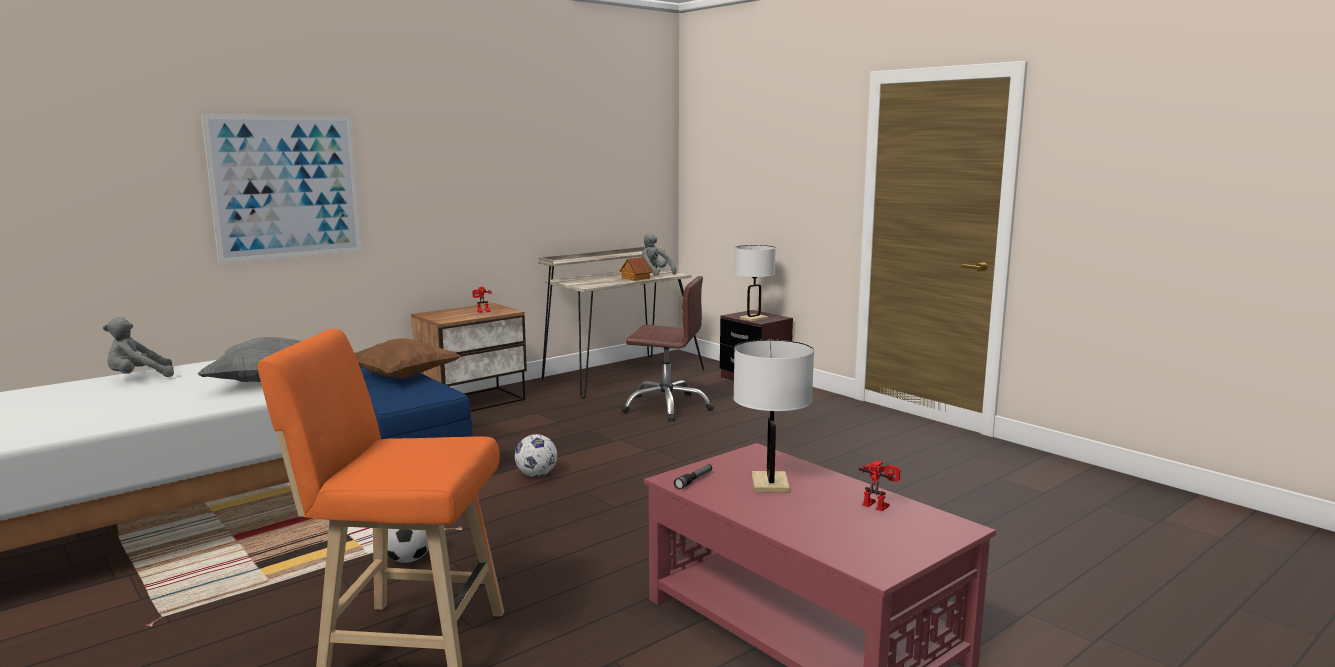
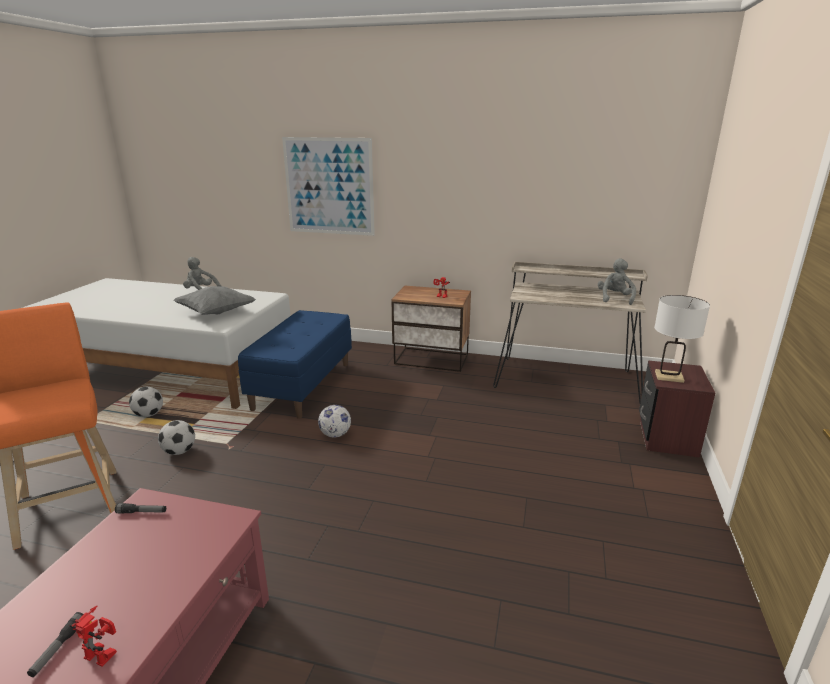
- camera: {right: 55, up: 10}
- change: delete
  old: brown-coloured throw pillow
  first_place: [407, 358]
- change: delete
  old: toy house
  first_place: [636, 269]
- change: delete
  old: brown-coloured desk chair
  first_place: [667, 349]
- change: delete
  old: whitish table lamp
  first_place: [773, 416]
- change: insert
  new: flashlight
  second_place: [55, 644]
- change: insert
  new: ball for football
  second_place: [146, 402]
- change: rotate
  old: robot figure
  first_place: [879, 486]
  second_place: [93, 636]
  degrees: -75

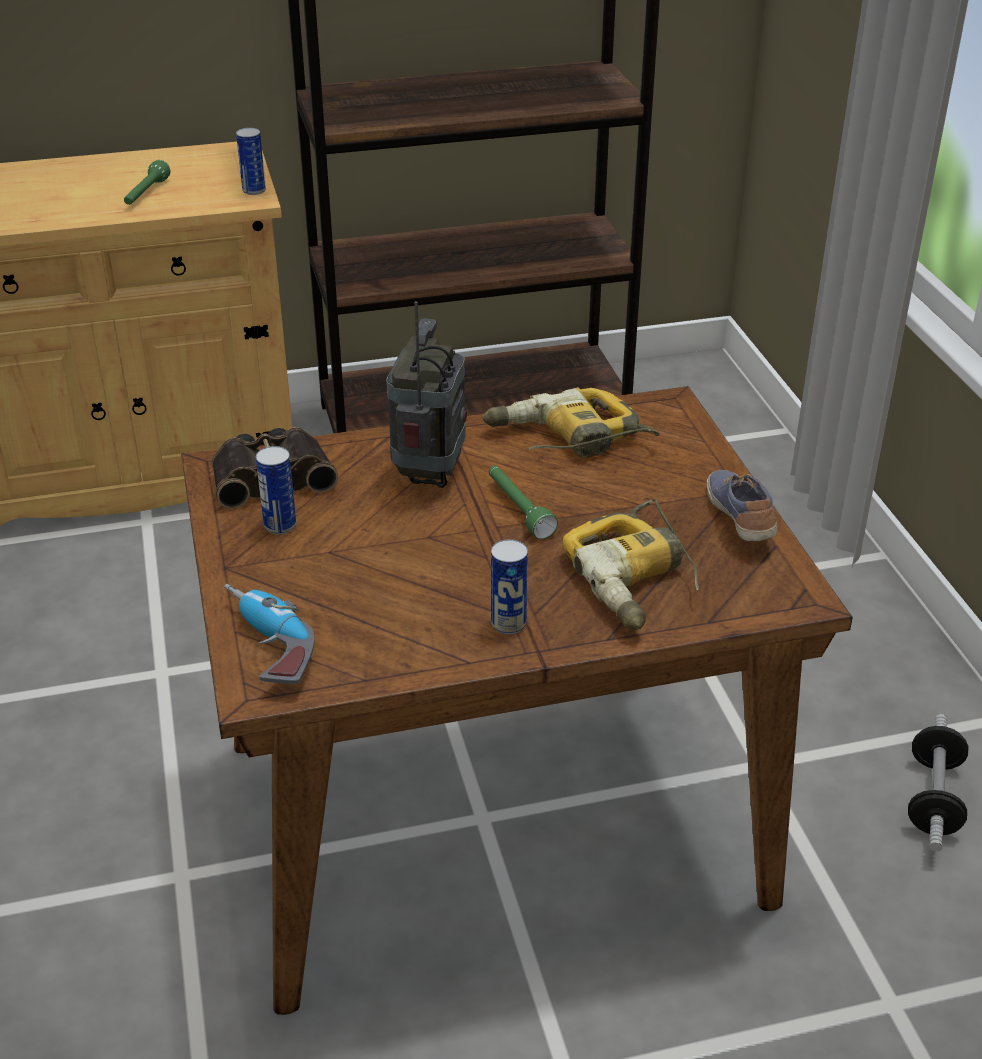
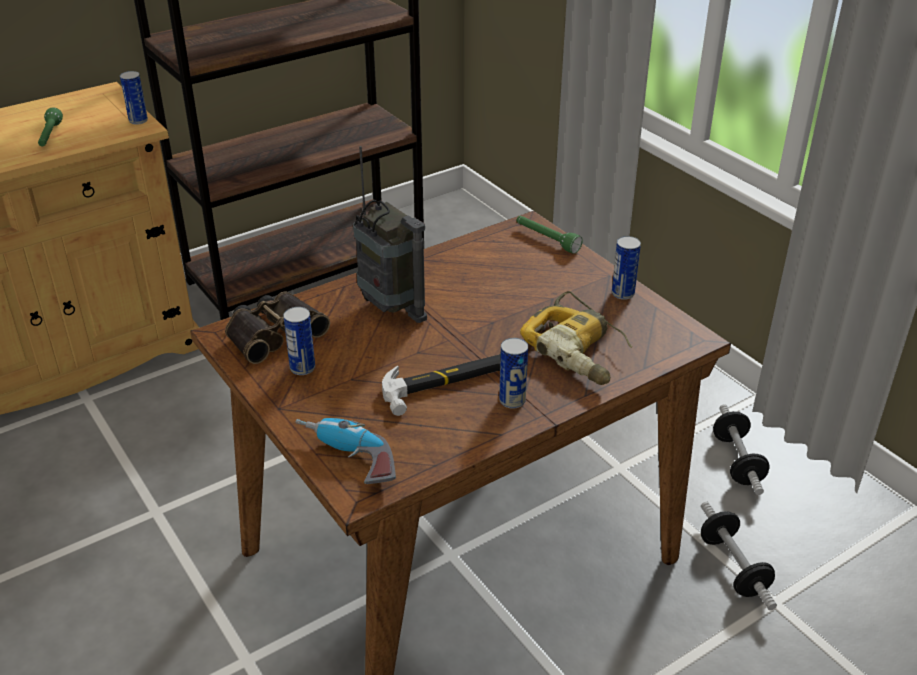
- camera: {right: -20, up: 0}
- change: delete
  old: drill
  first_place: [571, 422]
- change: insert
  new: tool hammer
  second_place: [441, 385]
- change: insert
  new: free weight
  second_place: [739, 556]
- change: move
  old: green-coloured flashlight
  first_place: [523, 502]
  second_place: [550, 235]
- change: replace
  old: item of footwear
  new: sealed can
  first_place: [742, 505]
  second_place: [626, 268]
- change: rotate
  old: radio receiver
  first_place: [426, 394]
  second_place: [390, 234]
  degrees: 150

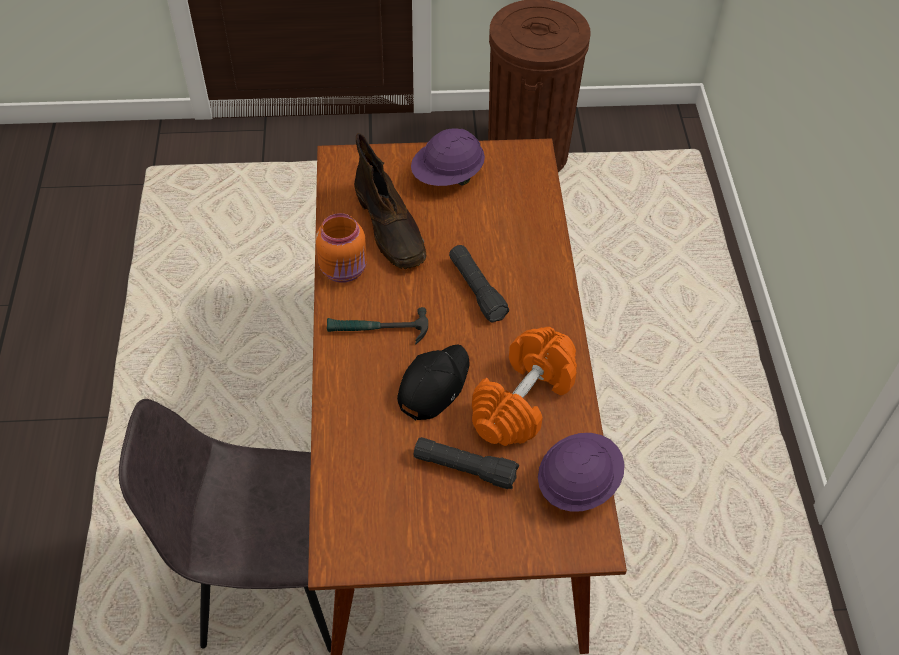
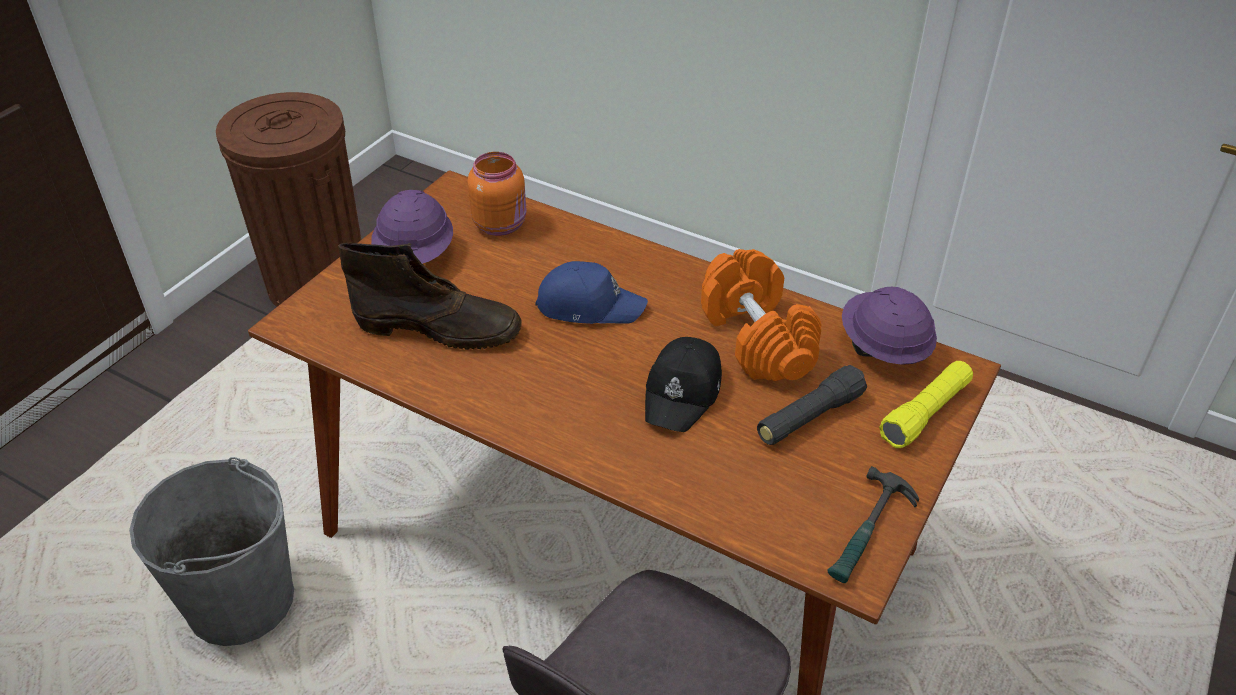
- camera: {right: -55, up: -10}
- change: insert
  new: greyish bucket
  second_place: [211, 551]
- change: insert
  new: yellow flashlight
  second_place: [926, 404]
- change: move
  old: orange jar
  first_place: [341, 248]
  second_place: [496, 194]
- change: move
  old: tool hammer
  first_place: [377, 326]
  second_place: [873, 524]
- change: replace
  old: black flashlight
  new: blue-coloured baseball cap
  first_place: [479, 284]
  second_place: [591, 292]
- change: rotate
  old: black baseball cap
  first_place: [433, 382]
  second_place: [683, 384]
  degrees: -135

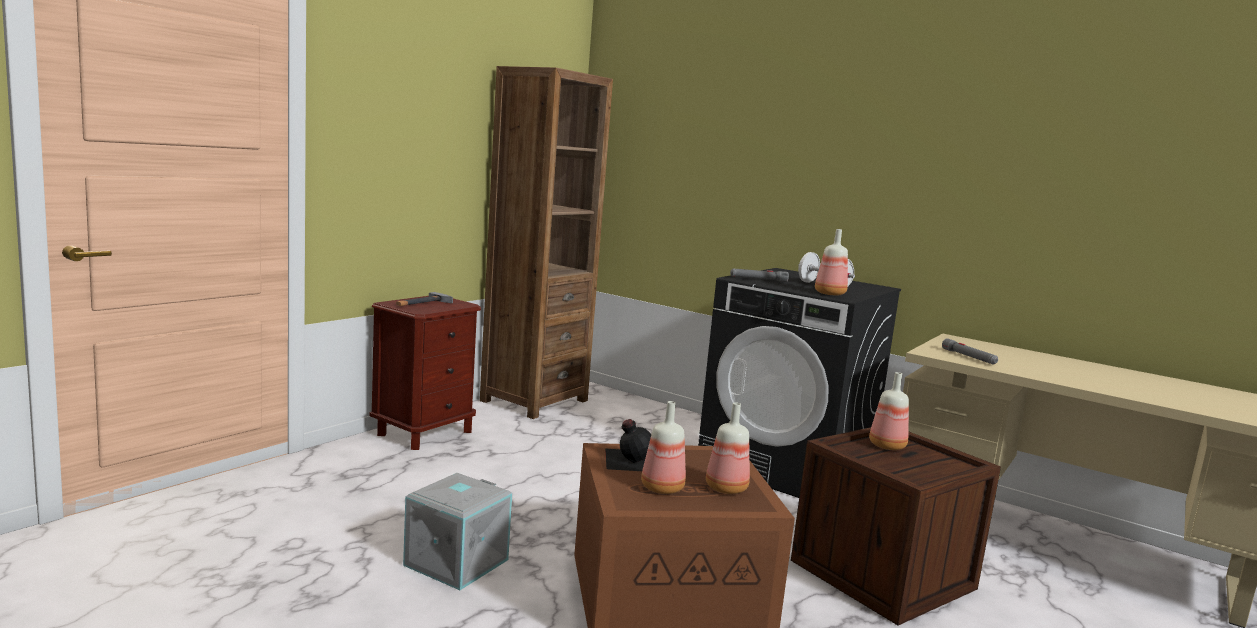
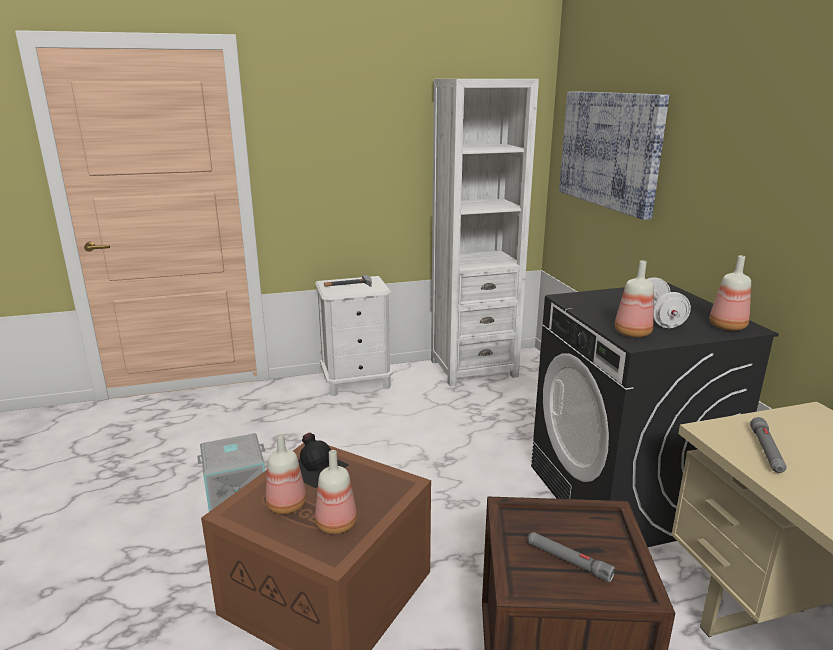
- camera: {right: 40, up: 10}
- change: insert
  new: wall art
  second_place: [614, 155]
- change: move
  old: greyish flashlight
  first_place: [759, 275]
  second_place: [571, 557]
- change: move
  old: bottle
  first_place: [889, 411]
  second_place: [730, 293]
- change: recolor
  old: brown-coloured night table
  new: whitish night table
  first_place: [425, 373]
  second_place: [354, 336]
- change: recolor
  old: brown-coloured shelving unit
  new: whitish shelving unit
  first_place: [546, 242]
  second_place: [485, 232]

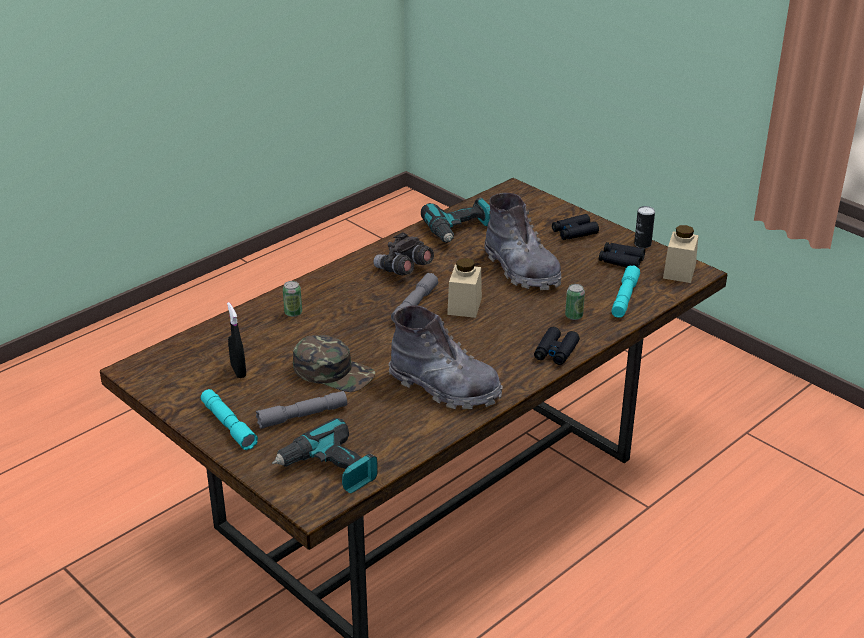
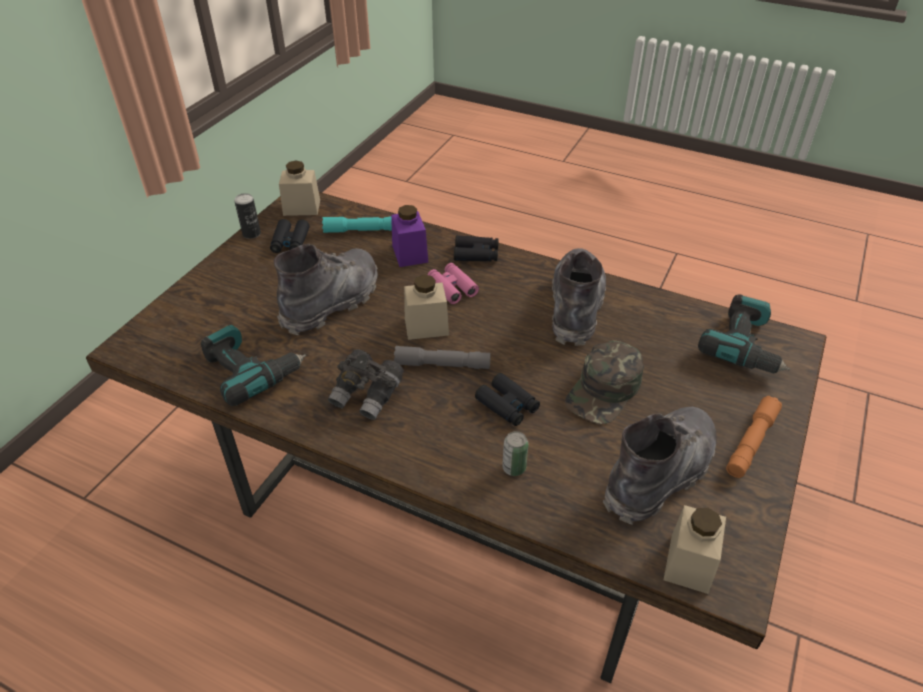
- camera: {right: -110, up: 10}
- change: delete
  old: greyish flashlight
  first_place: [301, 410]
- change: insert
  new: pink-coloured pair of binoculars
  second_place: [453, 283]
- change: insert
  new: sand-coloured jar
  second_place: [695, 549]
- change: move
  old: black pair of binoculars
  first_place: [575, 227]
  second_place: [507, 399]
- change: replace
  old: black sprayer
  new: greyish high-top boot
  first_place: [236, 340]
  second_place: [660, 466]
- change: replace
  old: sealed can
  new: purple jar
  first_place: [575, 302]
  second_place: [409, 236]
- change: recolor
  old: turquoise-coloured flashlight
  new: orange flashlight
  first_place: [229, 419]
  second_place: [754, 437]
- change: rotate
  old: green-coloured baseball cap
  first_place: [334, 363]
  second_place: [604, 382]
  degrees: -150

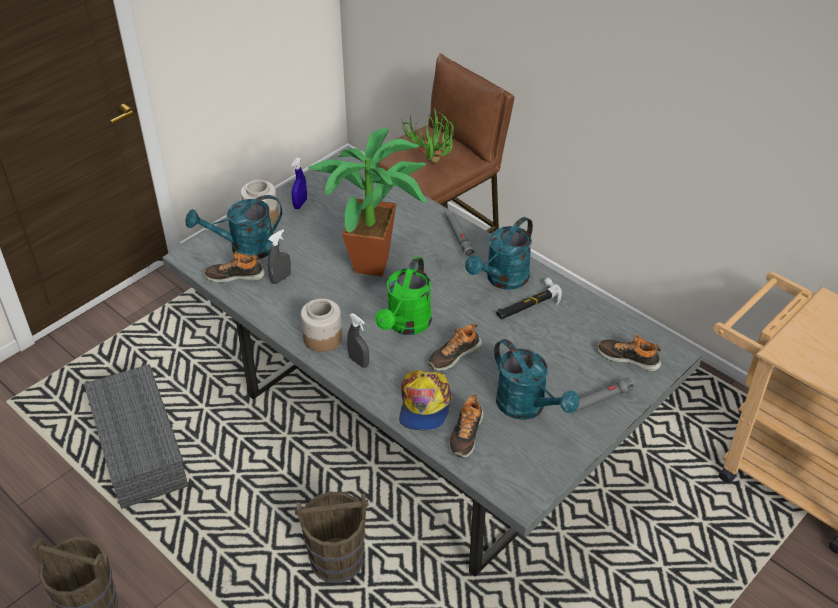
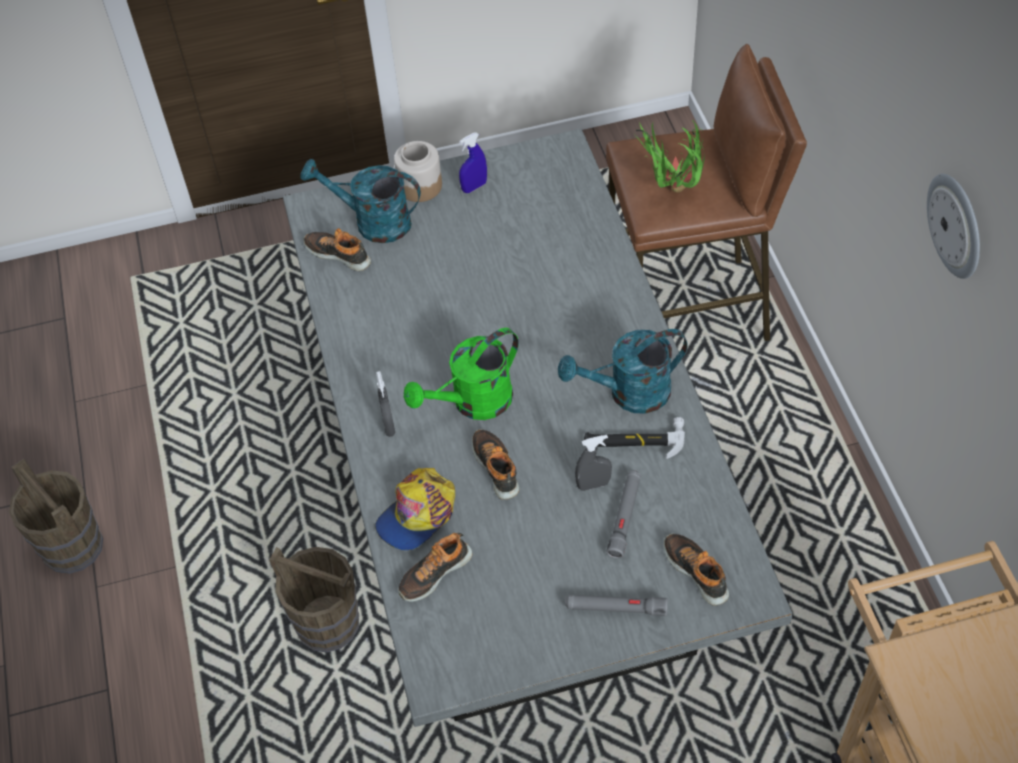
- camera: {right: 35, up: 10}
- change: delete
  old: greyish storage box
  first_place: [136, 436]
- change: delete
  old: jar
  first_place: [321, 325]
- change: delete
  old: potted plant
  first_place: [367, 202]
- change: delete
  old: turquoise-coloured watering can
  first_place: [536, 379]
- change: insert
  new: clock on the wall
  second_place: [953, 226]
- change: move
  old: greyish sprayer
  first_place: [279, 257]
  second_place: [593, 463]
- change: move
  old: greyish flashlight
  first_place: [460, 233]
  second_place: [623, 514]
- change: rotate
  old: item of footwear
  first_place: [455, 347]
  second_place: [495, 464]
  degrees: 75

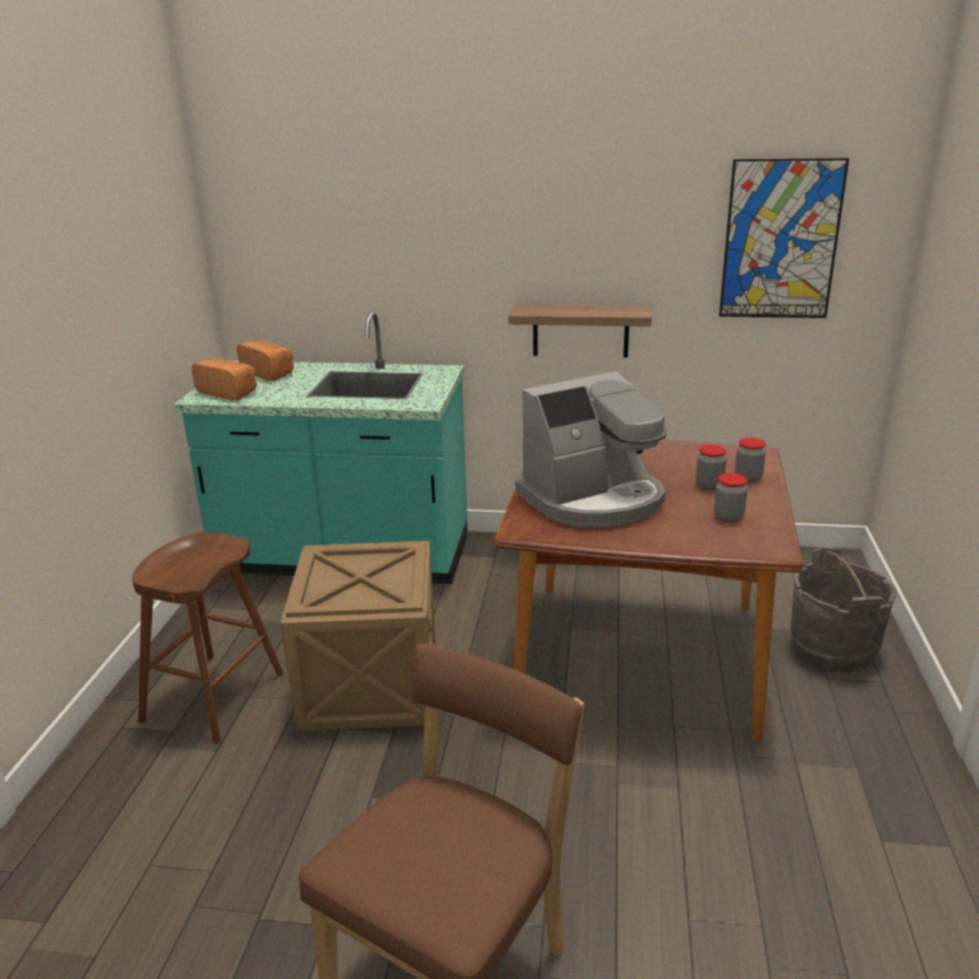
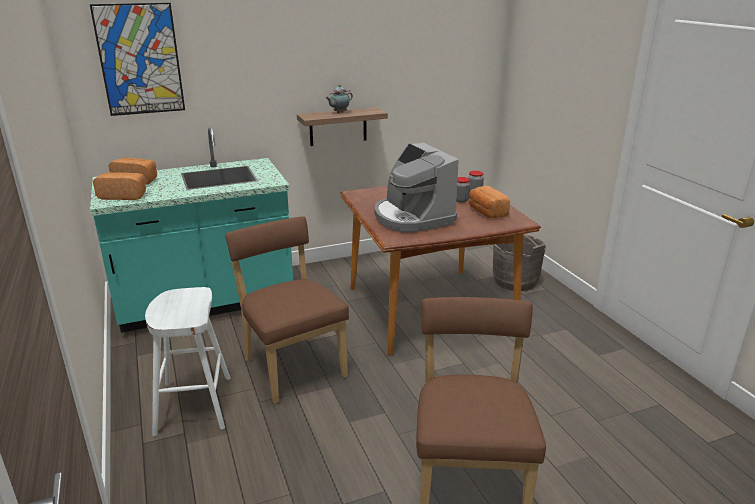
- camera: {right: -30, up: 0}
- change: insert
  new: pot for tea
  second_place: [339, 98]
- change: move
  old: wall art
  first_place: [784, 238]
  second_place: [137, 59]
- change: replace
  old: crate
  new: brown-coloured plain chair
  first_place: [358, 636]
  second_place: [287, 310]
- change: replace
  old: jar
  new: baked bread
  first_place: [731, 497]
  second_place: [489, 201]
- change: recolor
  old: brown-coloured stool
  new: whitish stool
  first_place: [208, 638]
  second_place: [187, 361]
- change: rotate
  old: coffee maker
  first_place: [591, 449]
  second_place: [417, 187]
  degrees: 120

